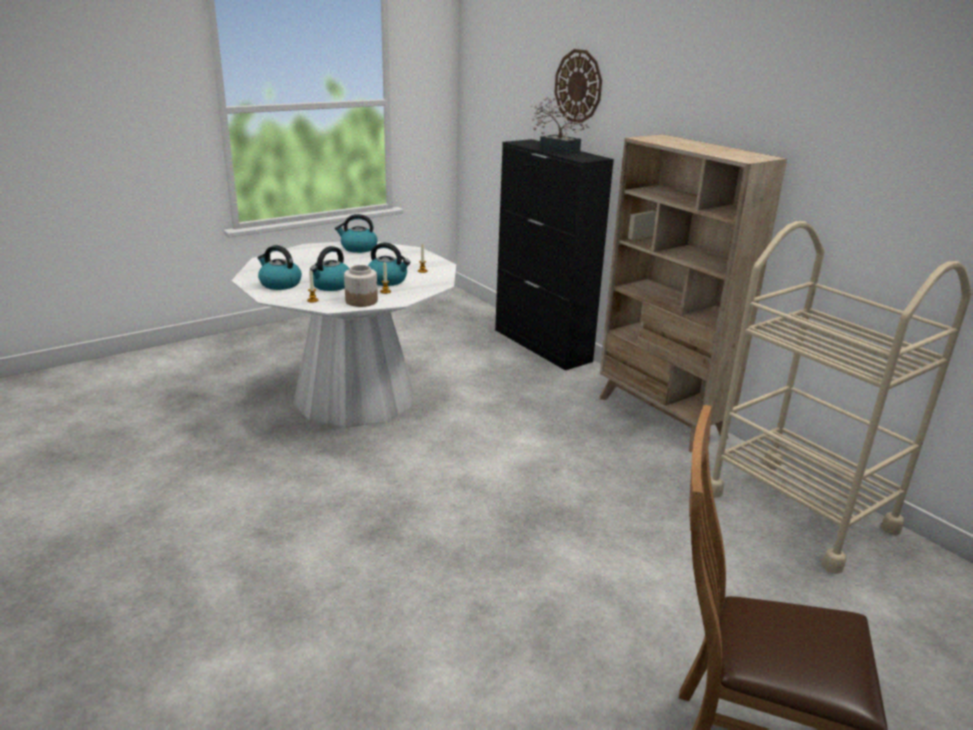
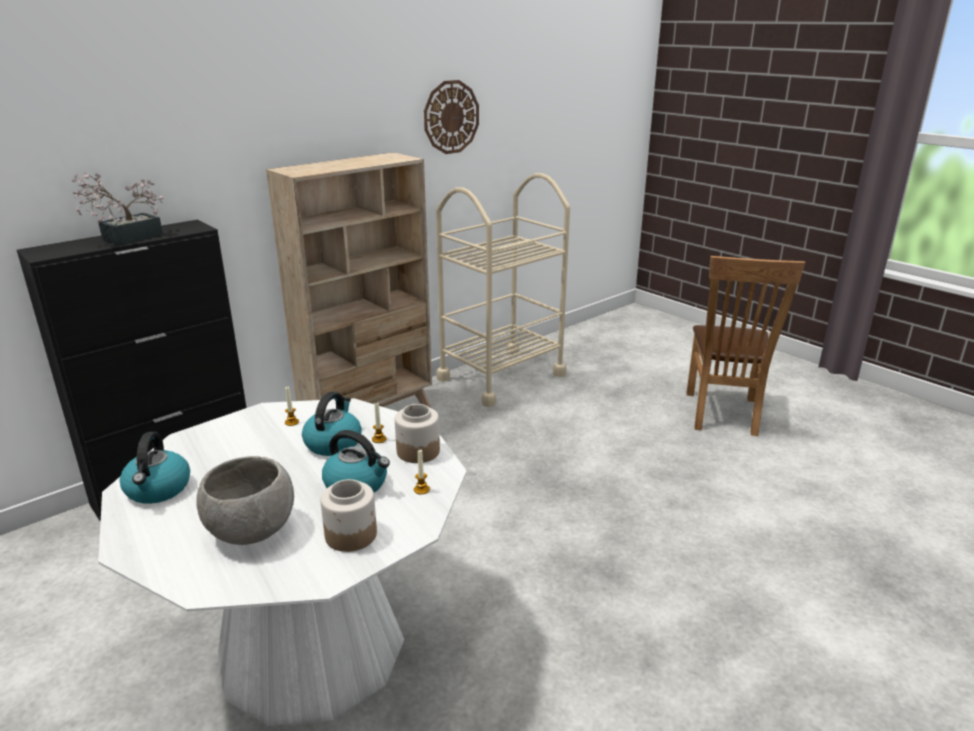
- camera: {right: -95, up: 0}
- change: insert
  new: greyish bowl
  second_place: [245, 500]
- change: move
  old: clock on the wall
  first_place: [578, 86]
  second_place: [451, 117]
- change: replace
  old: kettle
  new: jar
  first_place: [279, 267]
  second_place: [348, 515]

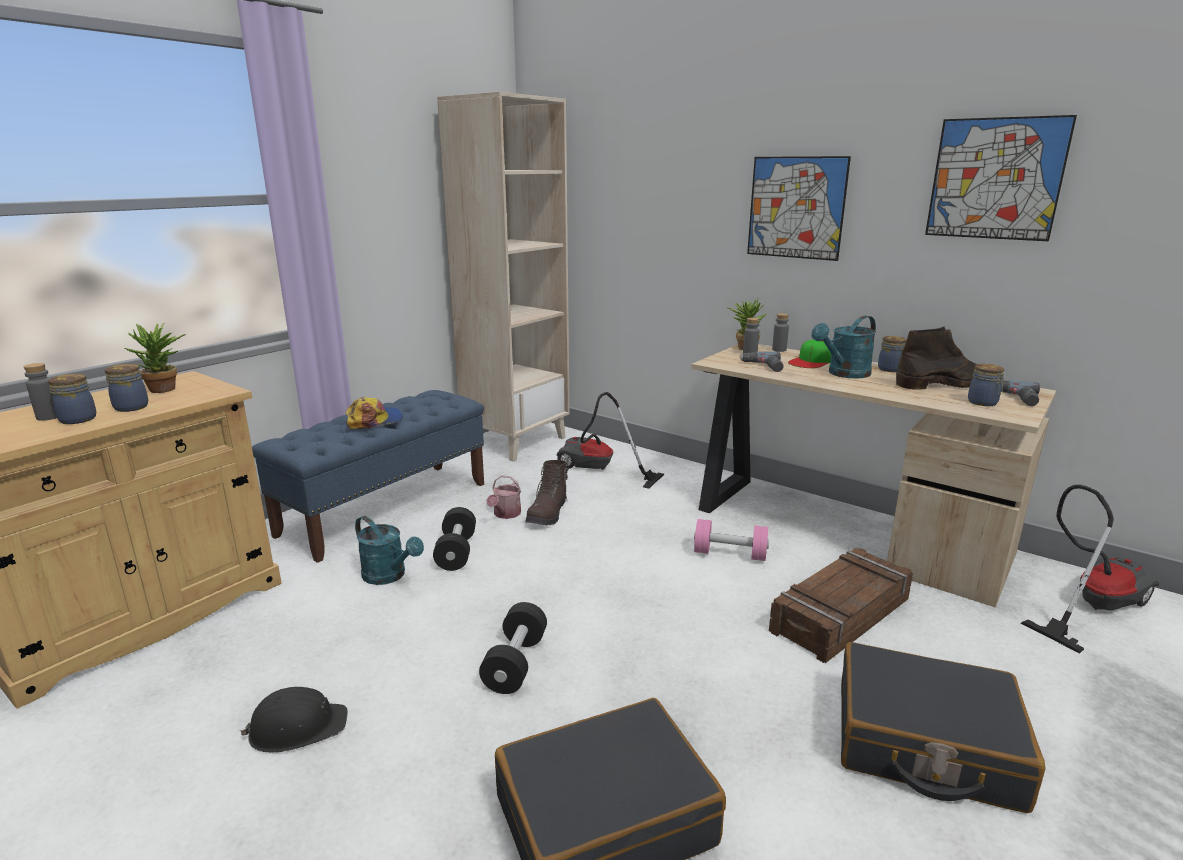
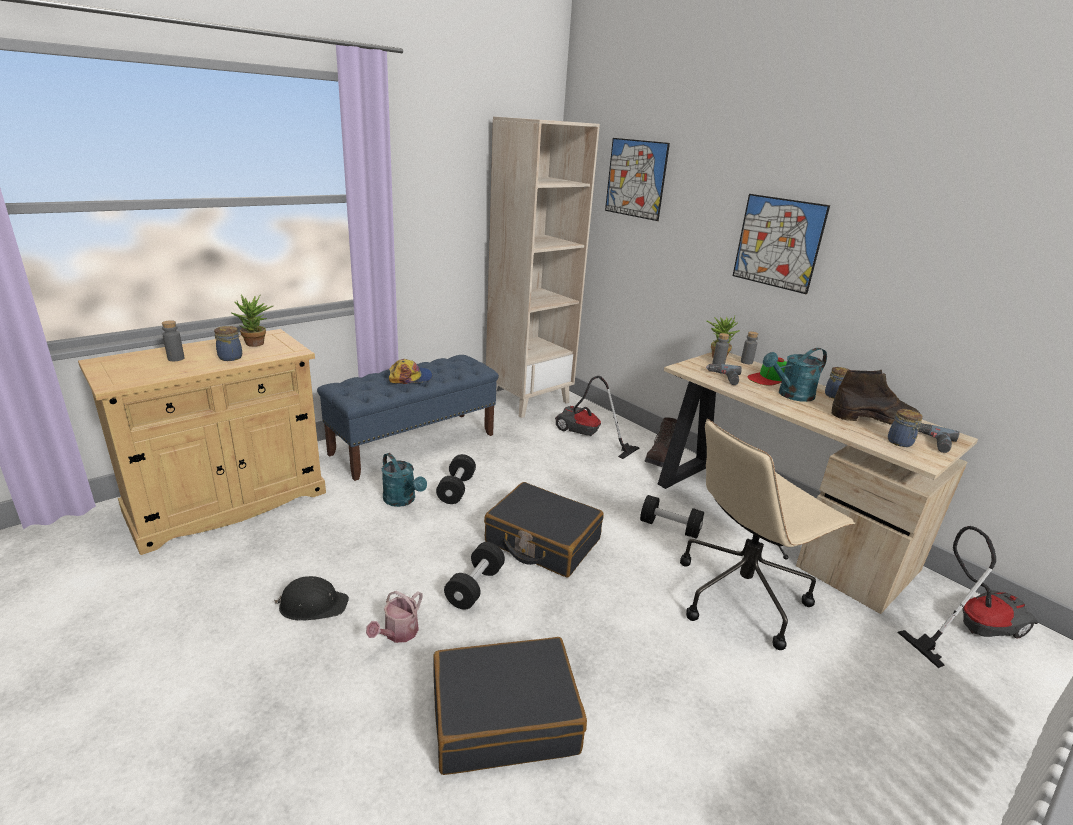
- camera: {right: 10, up: 5}
- change: delete
  old: jar
  first_place: [72, 399]
- change: move
  old: watering can
  first_place: [503, 497]
  second_place: [394, 617]
- change: move
  old: brown-coloured high-top boot
  first_place: [547, 493]
  second_place: [660, 442]
- change: move
  old: black piece of luggage
  first_place: [943, 727]
  second_place: [544, 529]
- change: move
  old: wall art
  first_place: [1001, 178]
  second_place: [637, 179]
- change: replace
  old: crate
  new: sand-coloured desk chair
  first_place: [841, 605]
  second_place: [767, 534]
- change: recolor
  old: pink-coloured free weight
  new: black free weight
  first_place: [731, 540]
  second_place: [672, 517]

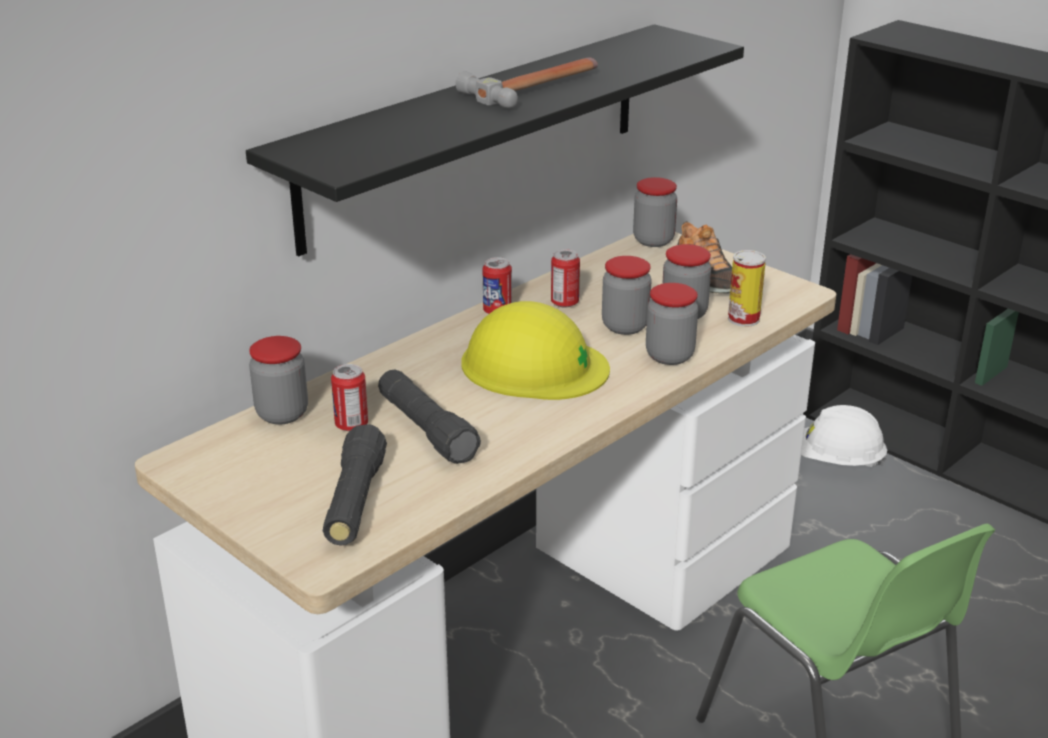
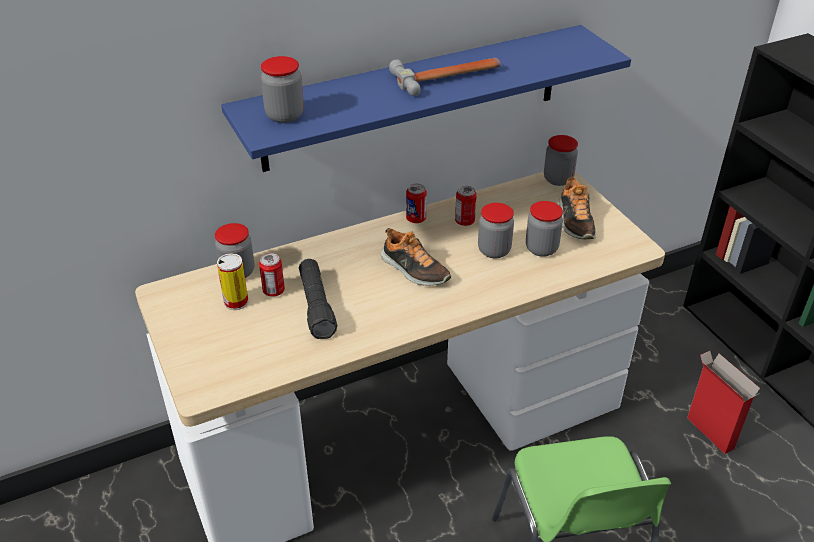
- camera: {right: 20, up: 10}
- change: delete
  old: black flashlight
  first_place: [355, 485]
- change: delete
  old: whitish safety helmet
  first_place: [844, 436]
- change: insert
  new: carton
  second_place: [723, 402]
- change: move
  old: jar
  first_place: [672, 324]
  second_place: [282, 89]
- change: move
  old: sealed can
  first_place: [747, 288]
  second_place: [232, 281]
- change: replace
  old: yellow safety helmet
  new: item of footwear
  first_place: [535, 350]
  second_place: [416, 257]
- change: recolor
  old: black bracket shelf
  new: blue-coloured bracket shelf
  first_place: [495, 140]
  second_place: [426, 98]

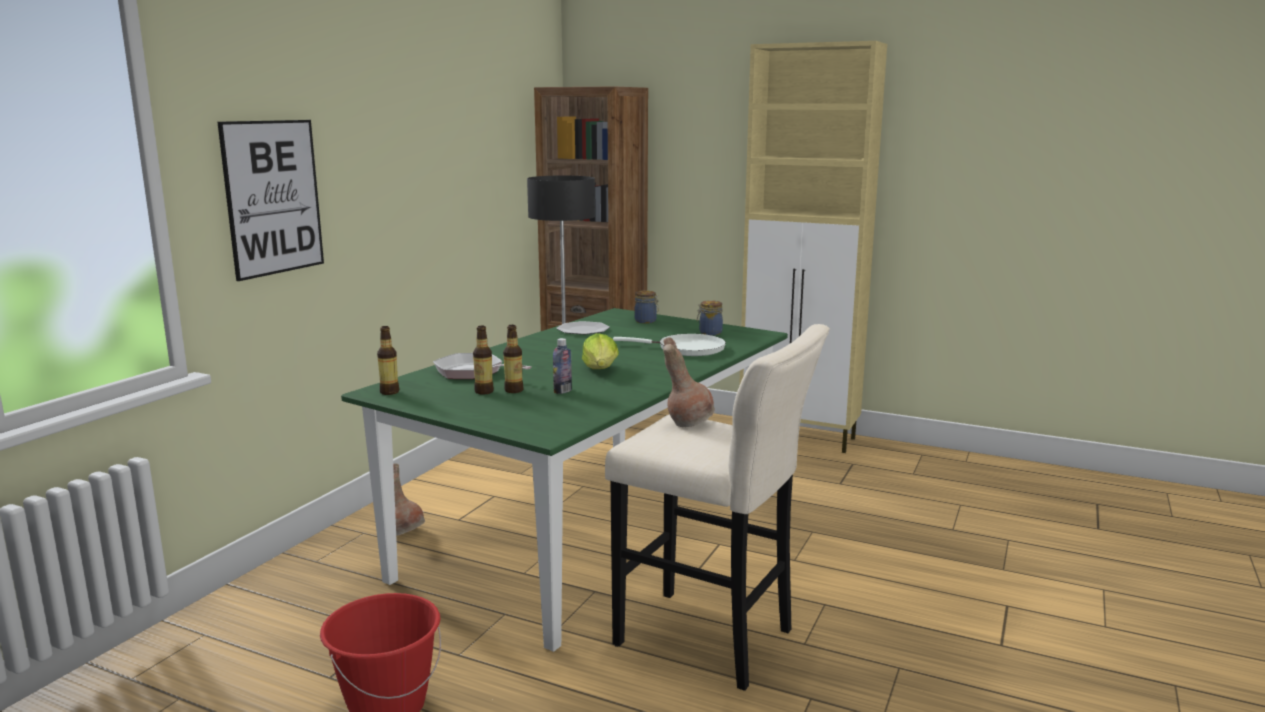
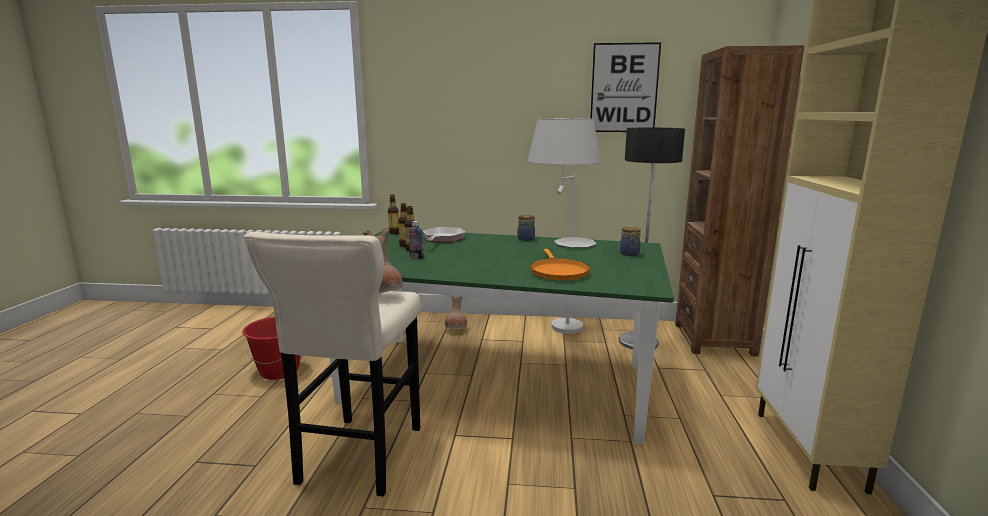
- camera: {right: 70, up: 0}
- change: delete
  old: lettuce
  first_place: [600, 351]
- change: insert
  new: whitish standing lamp
  second_place: [564, 226]
- change: move
  old: wall art
  first_place: [271, 200]
  second_place: [625, 87]
- change: move
  old: jar
  first_place: [710, 317]
  second_place: [526, 228]
- change: recolor
  old: whitish pan
  new: orange pan
  first_place: [669, 345]
  second_place: [560, 264]

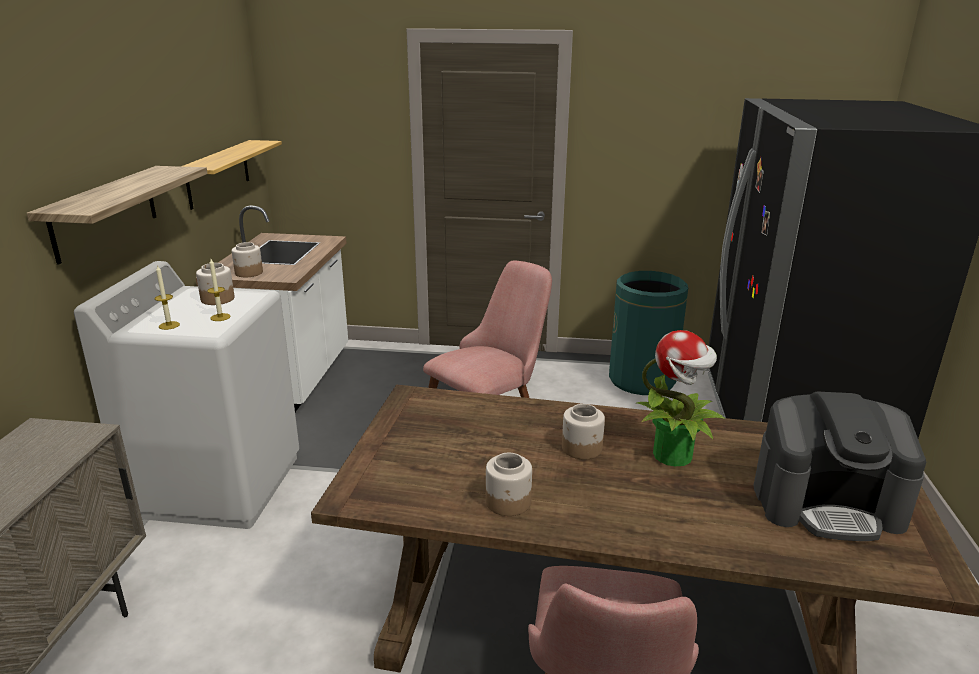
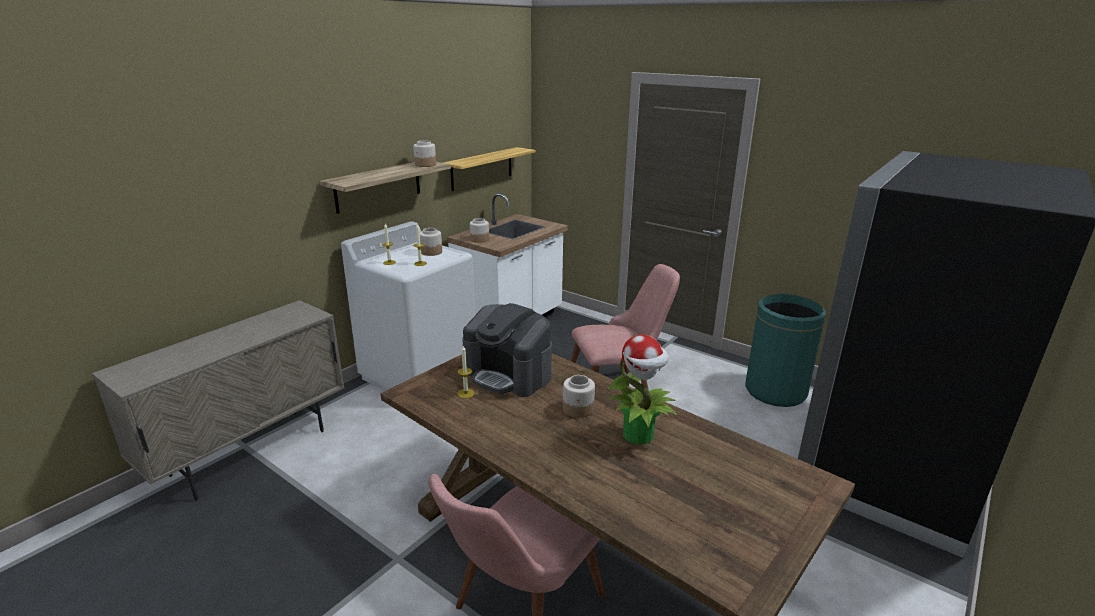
- camera: {right: 30, up: 0}
- change: insert
  new: wax candle
  second_place: [466, 372]
- change: move
  old: jar
  first_place: [509, 484]
  second_place: [424, 153]
- change: move
  old: coffee maker
  first_place: [839, 466]
  second_place: [507, 350]

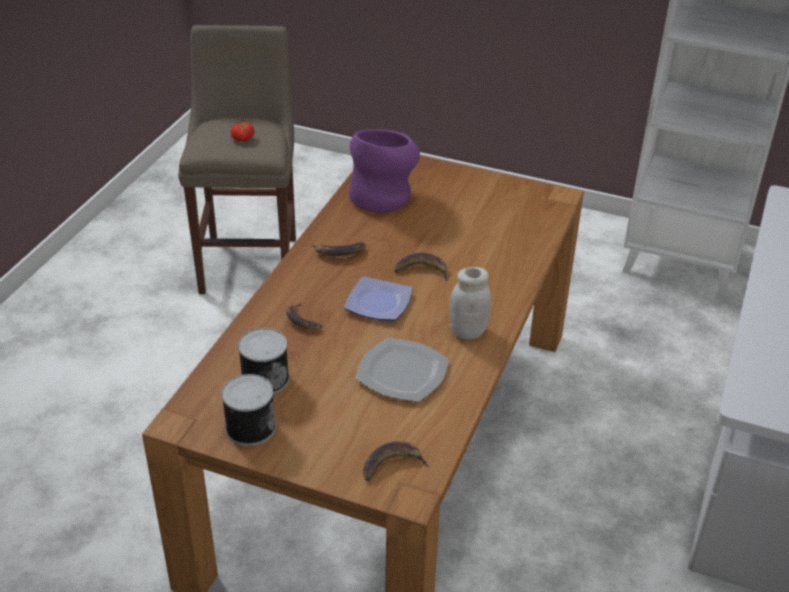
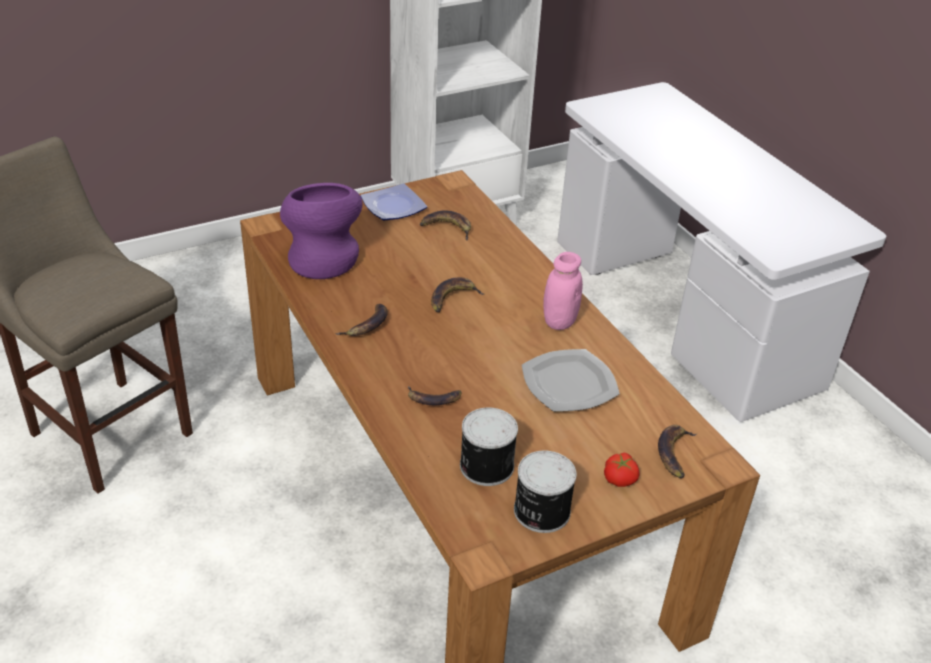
- camera: {right: -50, up: 0}
- change: insert
  new: banana fruit
  second_place: [445, 226]
- change: move
  old: fresh tomato
  first_place: [243, 132]
  second_place: [622, 470]
- change: move
  old: plate
  first_place: [378, 298]
  second_place: [393, 201]
- change: recolor
  old: whitish jar
  new: pink-coloured jar
  first_place: [470, 303]
  second_place: [563, 291]

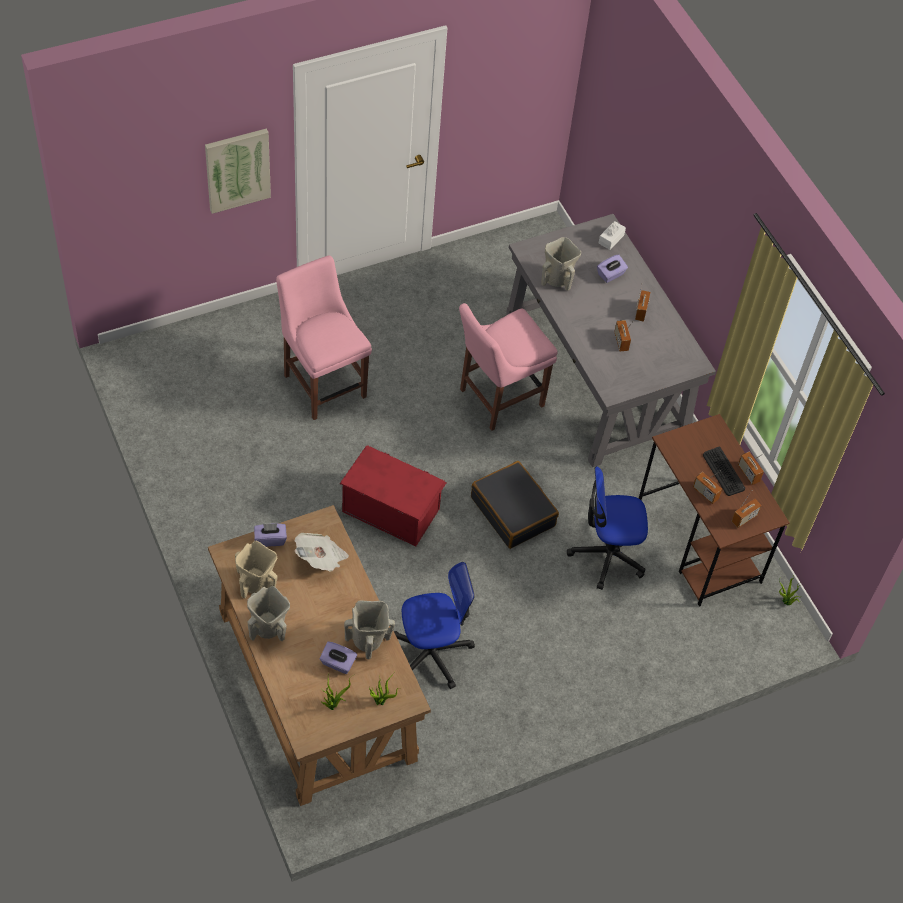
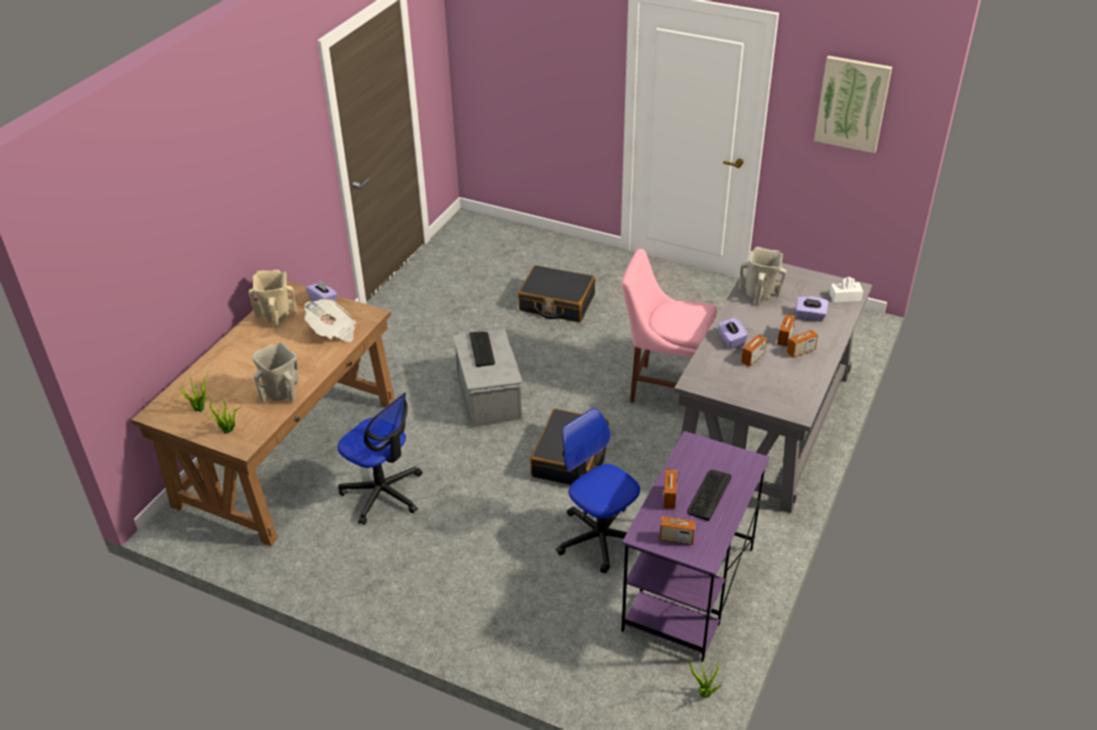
- camera: {right: 55, up: -15}
- change: delete
  old: sand-coloured vase
  first_place: [268, 613]
- change: insert
  new: computer keyboard
  second_place: [482, 349]
- change: move
  old: wall art
  first_place: [238, 171]
  second_place: [853, 104]
- change: move
  old: purple box of tissues
  first_place: [338, 657]
  second_place: [733, 333]
- change: move
  old: radio receiver
  first_place: [751, 468]
  second_place: [786, 330]
- change: replace
  old: pink-coloured plain chair
  new: black piece of luggage
  first_place: [324, 337]
  second_place: [556, 294]
- change: recolor
  old: reddish storage box
  new: greyish storage box
  first_place: [393, 495]
  second_place: [489, 378]
- change: recolor
  old: brown-coloured desk unit
  new: purple desk unit
  first_place: [714, 510]
  second_place: [695, 546]

